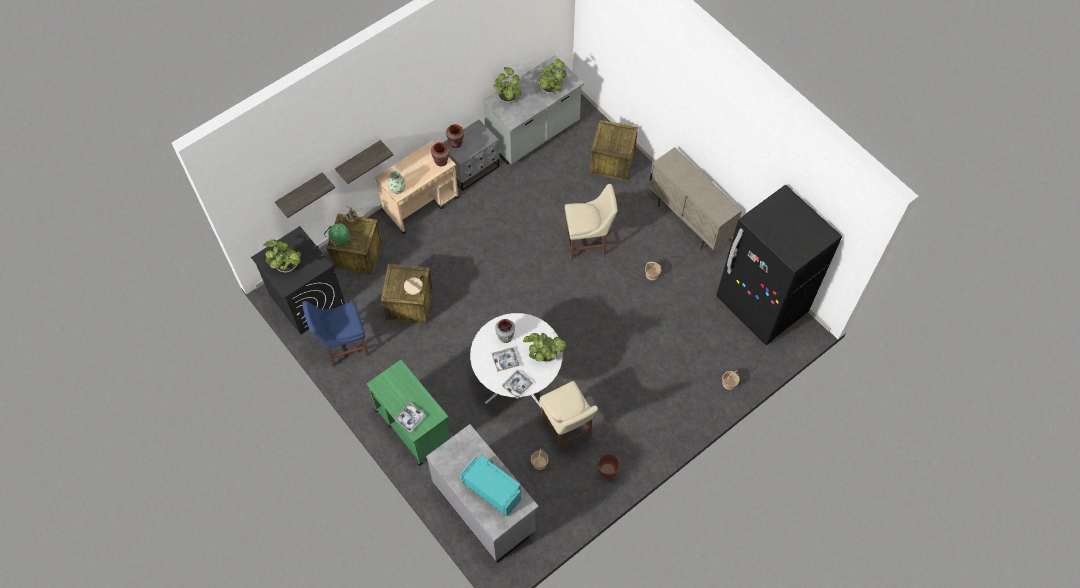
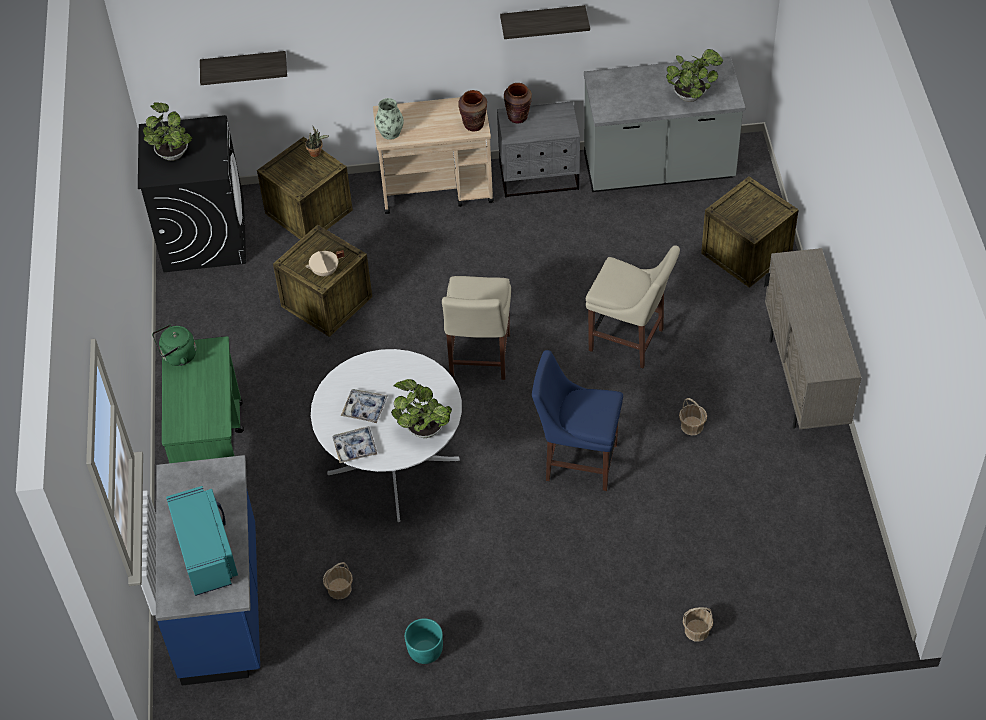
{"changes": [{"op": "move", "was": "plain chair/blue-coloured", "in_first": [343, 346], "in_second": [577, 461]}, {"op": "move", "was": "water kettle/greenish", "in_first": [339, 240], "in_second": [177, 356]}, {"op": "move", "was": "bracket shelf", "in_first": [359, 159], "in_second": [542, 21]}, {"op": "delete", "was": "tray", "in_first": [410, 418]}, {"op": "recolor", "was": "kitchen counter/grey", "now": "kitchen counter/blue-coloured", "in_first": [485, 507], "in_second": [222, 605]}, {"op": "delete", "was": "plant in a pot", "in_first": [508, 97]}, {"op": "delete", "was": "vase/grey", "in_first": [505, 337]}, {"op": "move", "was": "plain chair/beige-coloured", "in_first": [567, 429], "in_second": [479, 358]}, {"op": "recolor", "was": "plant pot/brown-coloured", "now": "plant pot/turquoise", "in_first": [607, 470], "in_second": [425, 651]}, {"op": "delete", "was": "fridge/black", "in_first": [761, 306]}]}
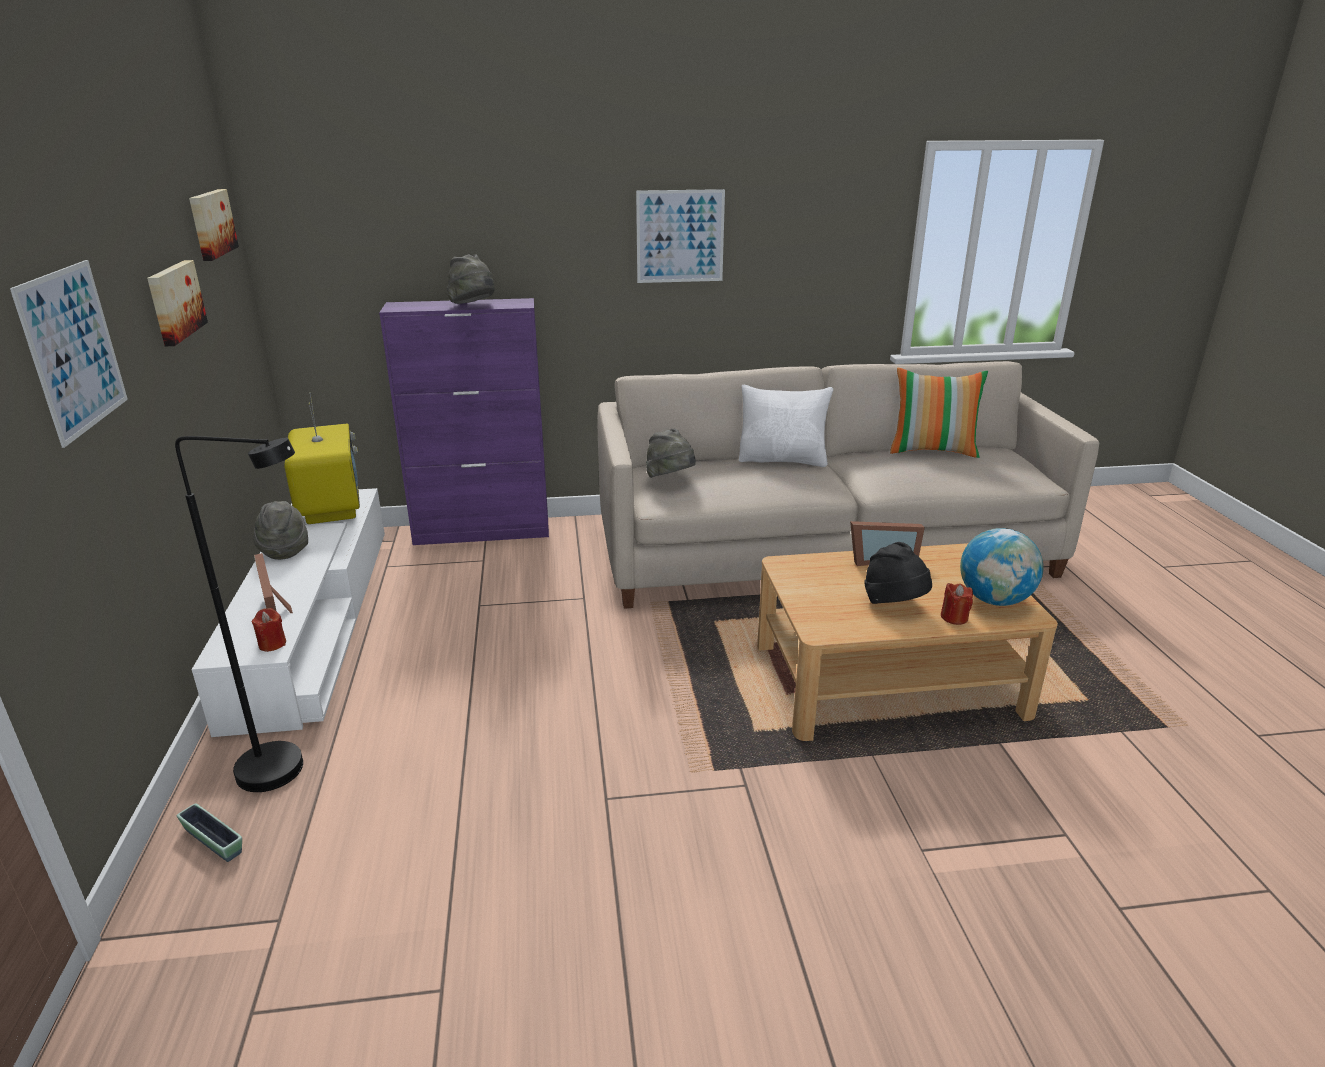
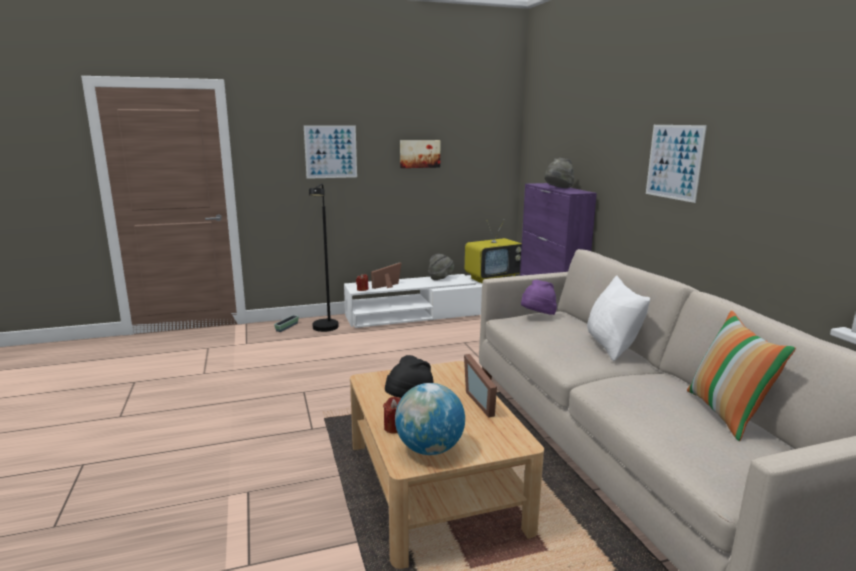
{"changes": [{"op": "delete", "was": "wall picture", "in_first": [210, 224]}, {"op": "recolor", "was": "wearable hat/grey", "now": "wearable hat/purple", "in_first": [670, 479], "in_second": [537, 316]}]}
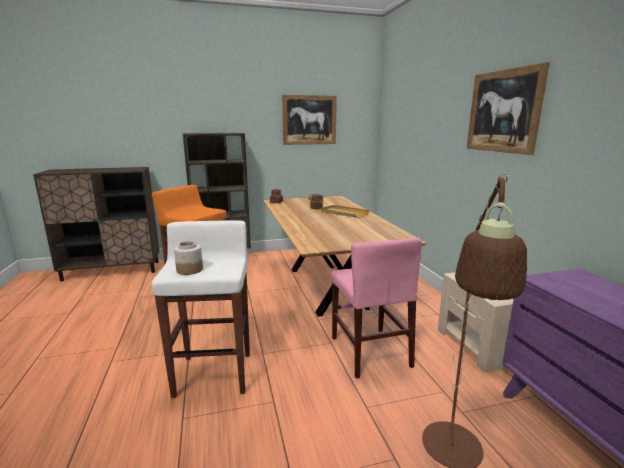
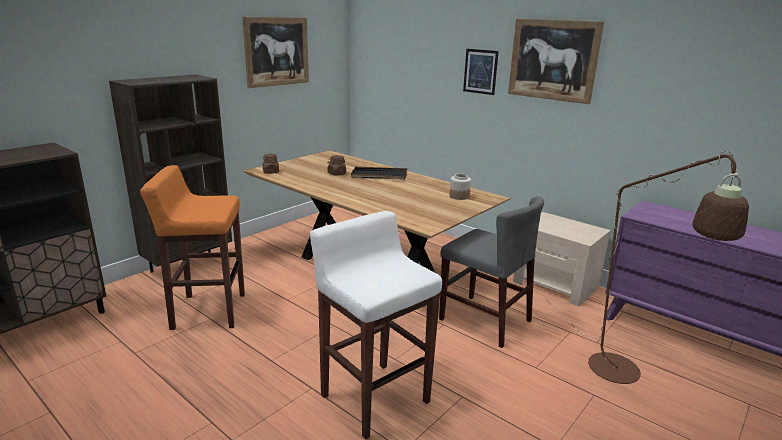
{"changes": [{"op": "move", "was": "storage jar", "in_first": [189, 270], "in_second": [459, 196]}, {"op": "recolor", "was": "tray/beige-coloured", "now": "tray/black", "in_first": [344, 213], "in_second": [379, 175]}, {"op": "recolor", "was": "plain chair/pink-coloured", "now": "plain chair/grey", "in_first": [370, 351], "in_second": [484, 320]}, {"op": "insert", "now": "wall picture", "in_second": [480, 71]}]}
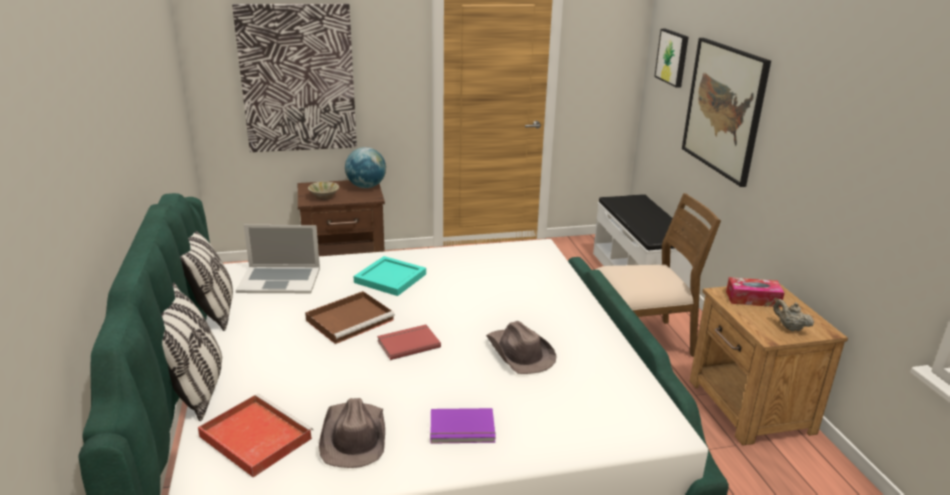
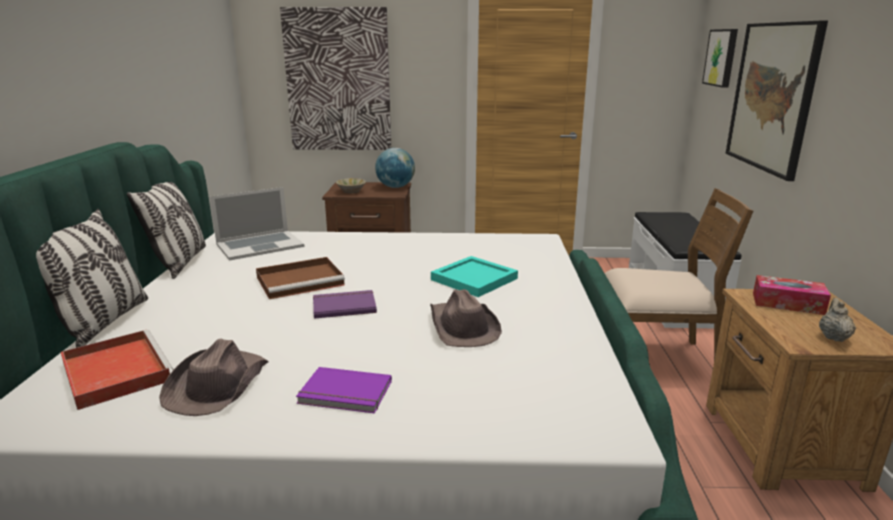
{"changes": [{"op": "rotate", "was": "notebook computer", "in_first": [279, 280], "in_second": [260, 245], "clockwise": -45}, {"op": "move", "was": "tray/turquoise", "in_first": [390, 279], "in_second": [474, 279]}, {"op": "recolor", "was": "bound book/reddish", "now": "bound book/purple", "in_first": [407, 343], "in_second": [344, 306]}, {"op": "rotate", "was": "pot for tea/beige-coloured", "in_first": [789, 327], "in_second": [833, 337], "clockwise": 45}]}
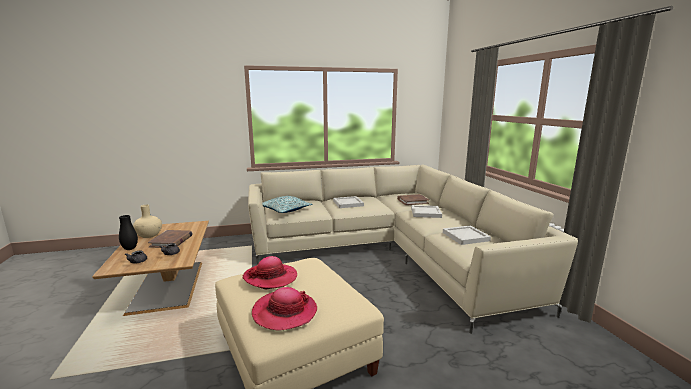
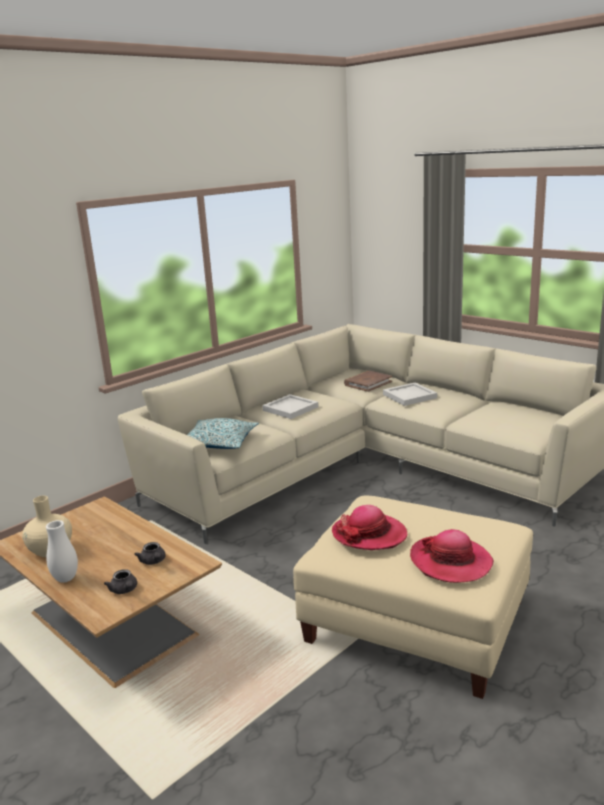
{"changes": [{"op": "recolor", "was": "vase/black", "now": "vase/white", "in_first": [130, 249], "in_second": [66, 579]}, {"op": "delete", "was": "bound book/brown-coloured", "in_first": [171, 241]}, {"op": "delete", "was": "tray/white", "in_first": [465, 237]}]}
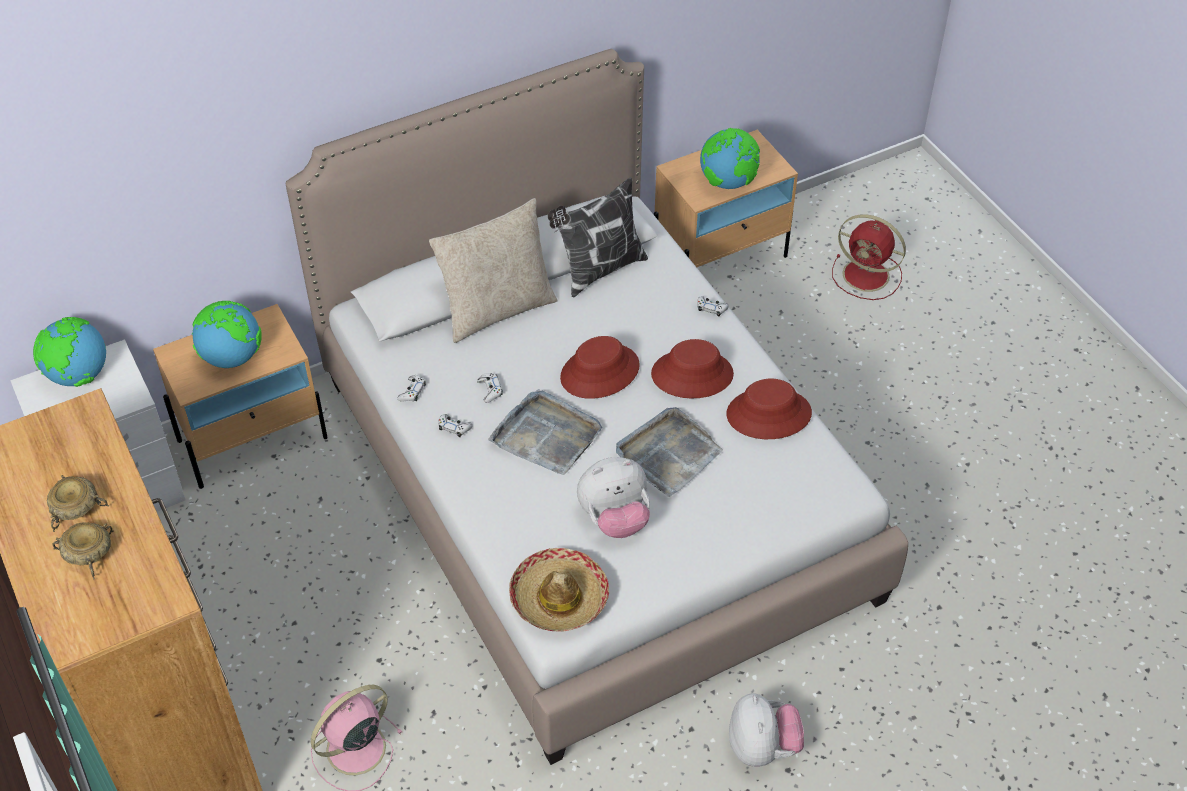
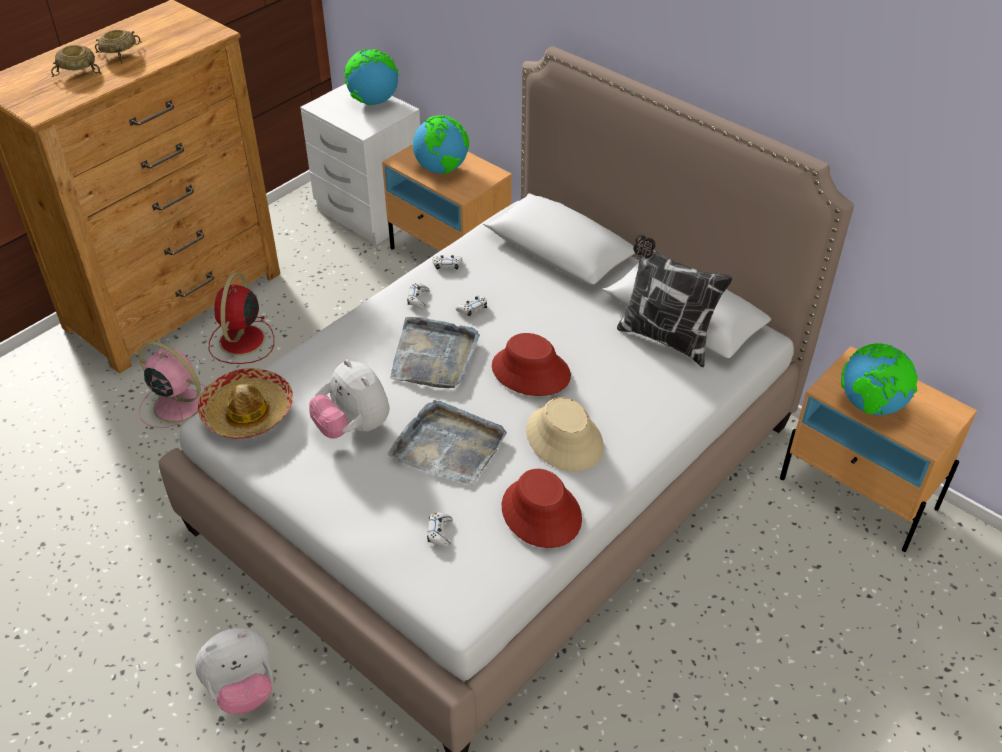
{"changes": [{"op": "delete", "was": "pillow/beige-coloured", "in_first": [497, 309]}, {"op": "recolor", "was": "wearable hat/reddish", "now": "wearable hat/beige-coloured", "in_first": [692, 374], "in_second": [564, 439]}, {"op": "move", "was": "game controller/white", "in_first": [711, 308], "in_second": [440, 533]}, {"op": "move", "was": "fan/reddish", "in_first": [868, 276], "in_second": [241, 341]}]}
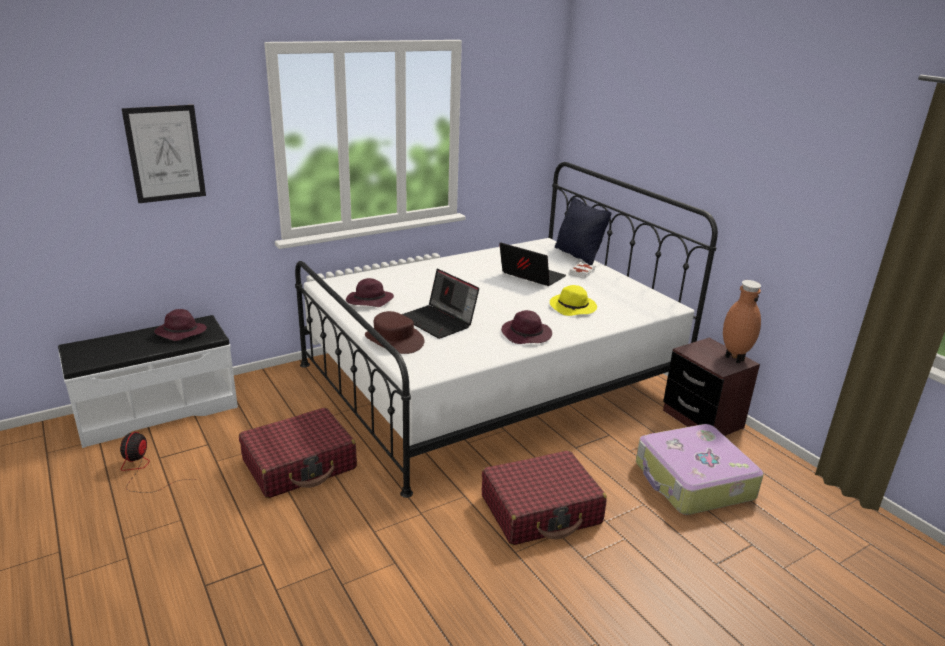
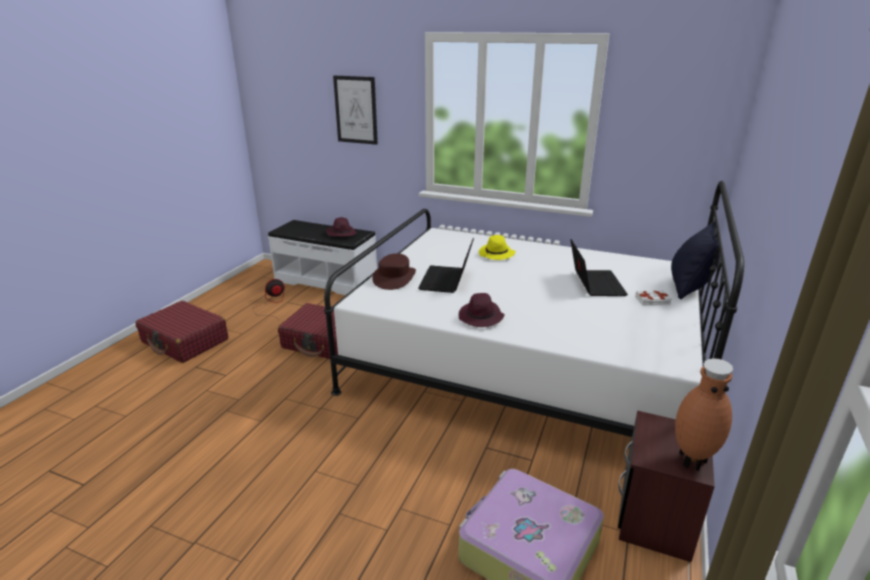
{"changes": [{"op": "delete", "was": "wearable hat/purple", "in_first": [369, 301]}, {"op": "move", "was": "travel case/reddish", "in_first": [541, 510], "in_second": [185, 341]}, {"op": "move", "was": "wearable hat/yellow", "in_first": [573, 308], "in_second": [496, 254]}]}
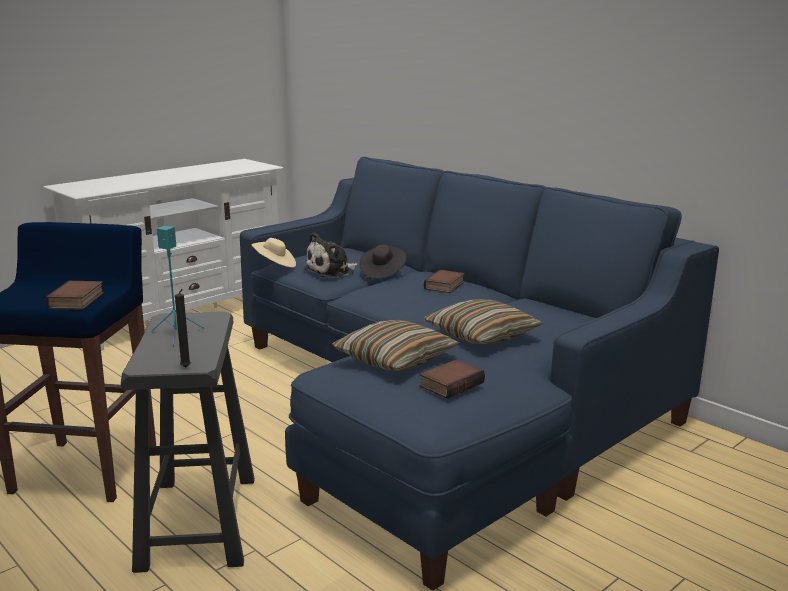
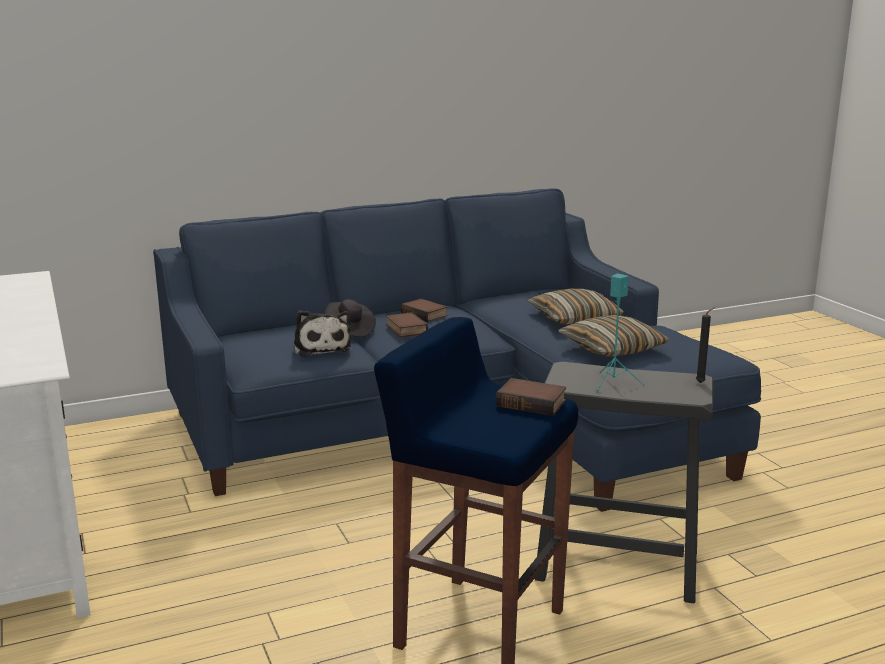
{"changes": [{"op": "delete", "was": "wearable hat/beige-coloured", "in_first": [275, 265]}, {"op": "move", "was": "bound book", "in_first": [451, 383], "in_second": [405, 329]}]}
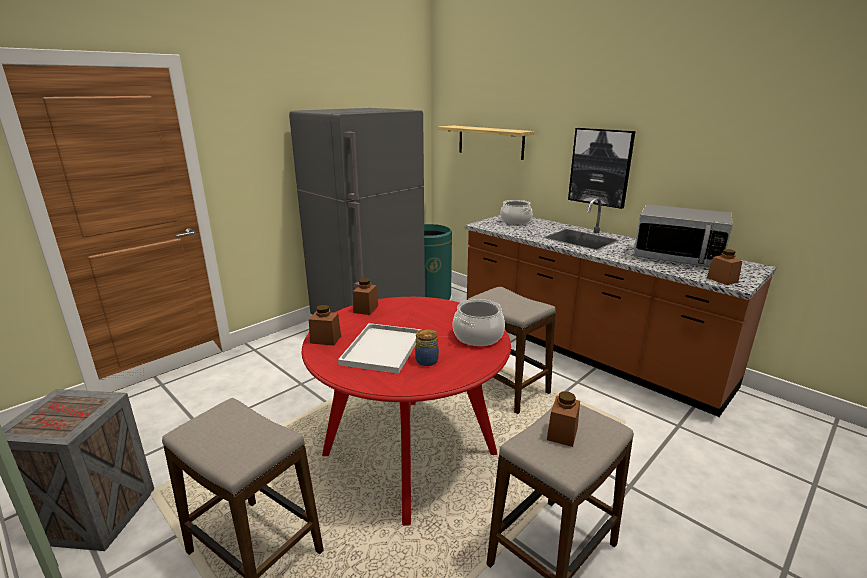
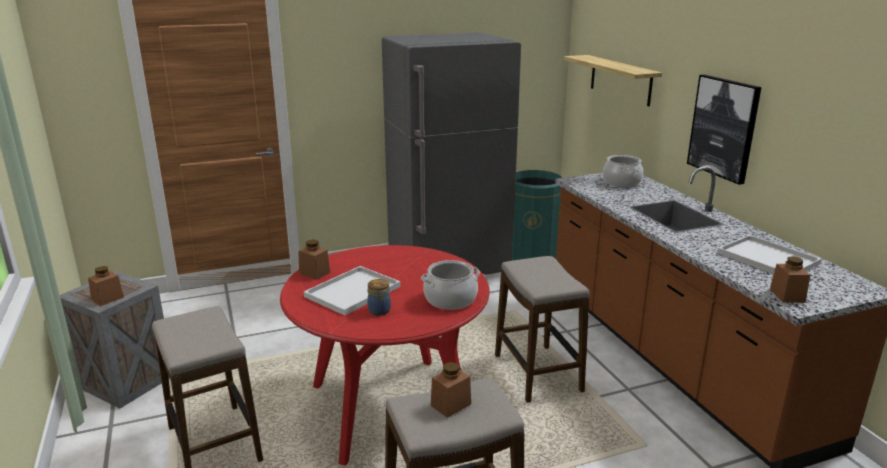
{"changes": [{"op": "move", "was": "storage jar/brown-coloured", "in_first": [366, 309], "in_second": [107, 298]}, {"op": "replace", "was": "microwave oven", "now": "tray/white", "in_first": [677, 257], "in_second": [770, 258]}]}
